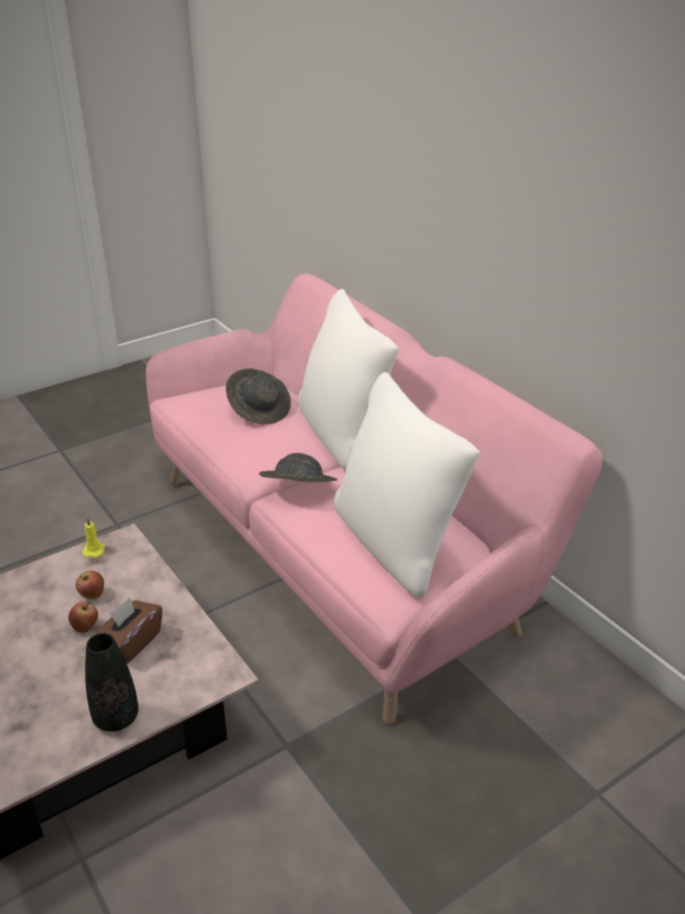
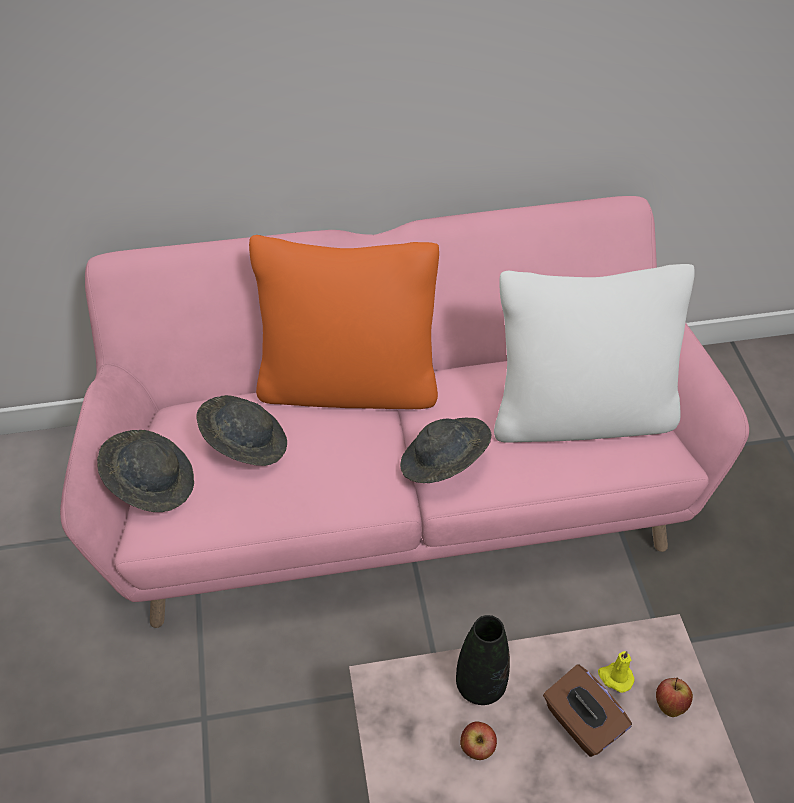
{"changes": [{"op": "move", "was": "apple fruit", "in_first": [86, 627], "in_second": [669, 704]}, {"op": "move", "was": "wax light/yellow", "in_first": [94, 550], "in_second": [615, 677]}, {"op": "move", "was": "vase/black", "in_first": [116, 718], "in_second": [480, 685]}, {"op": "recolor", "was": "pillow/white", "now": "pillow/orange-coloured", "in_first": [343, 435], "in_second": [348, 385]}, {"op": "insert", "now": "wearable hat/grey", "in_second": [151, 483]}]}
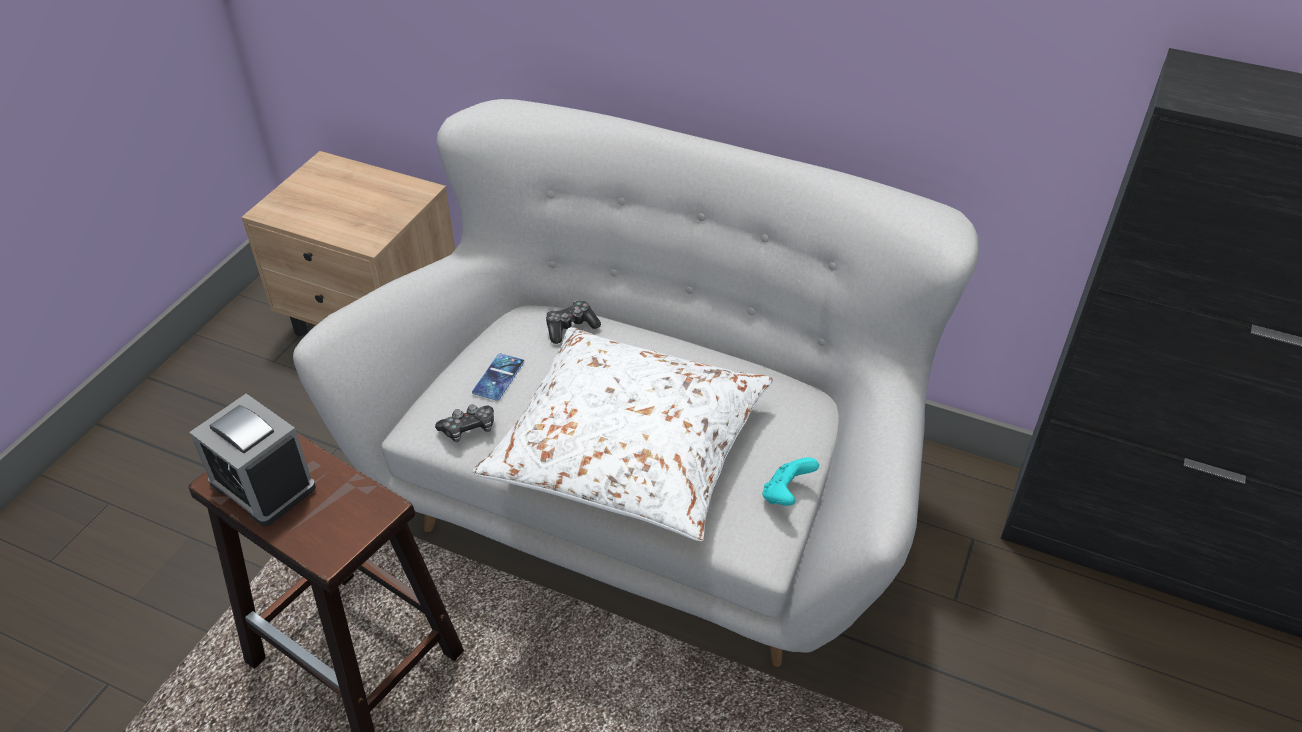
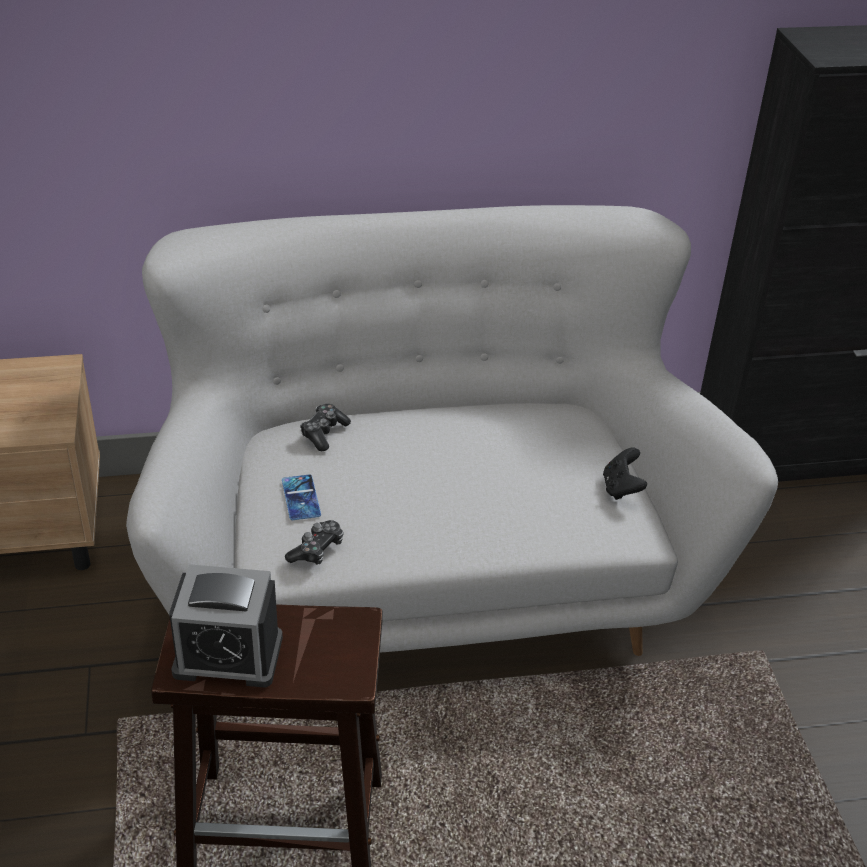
{"changes": [{"op": "delete", "was": "pillow/white", "in_first": [629, 448]}, {"op": "recolor", "was": "game controller/turquoise", "now": "game controller/black", "in_first": [786, 494], "in_second": [621, 488]}]}
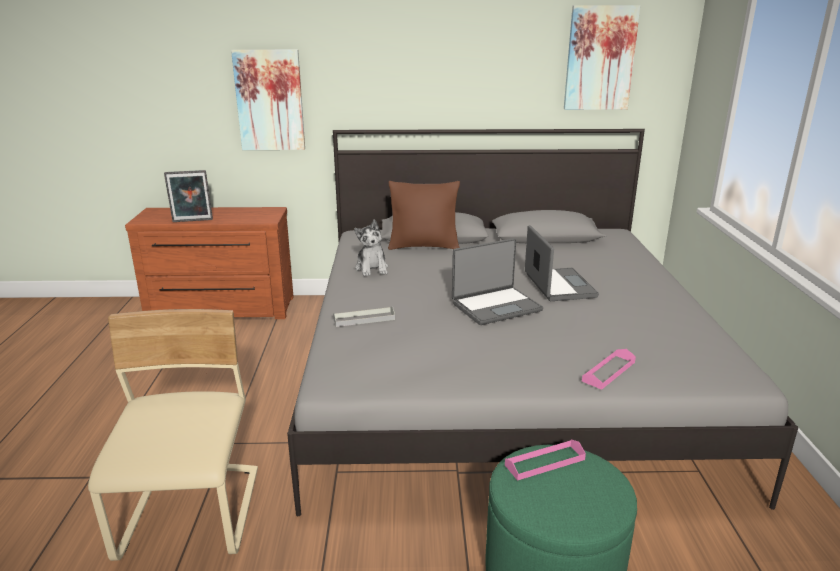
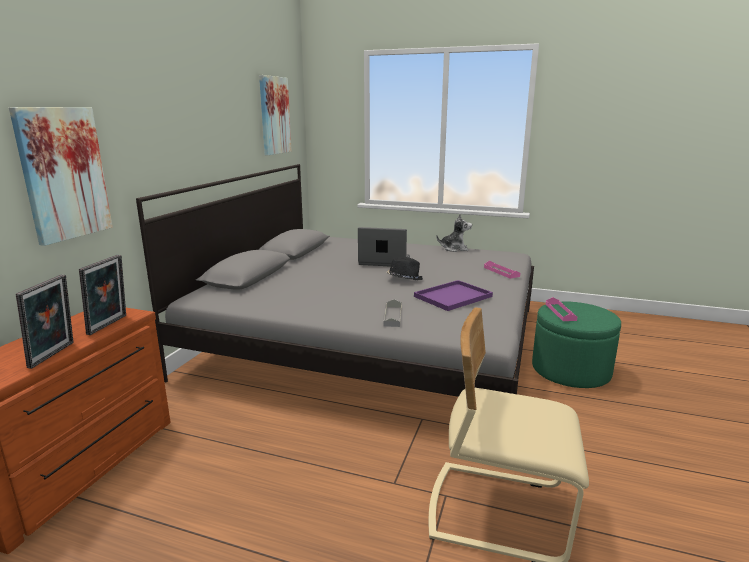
{"changes": [{"op": "move", "was": "plush toy", "in_first": [372, 268], "in_second": [454, 249]}, {"op": "delete", "was": "pillow/brown-coloured", "in_first": [424, 246]}, {"op": "replace", "was": "notebook computer", "now": "wearable hat/black", "in_first": [495, 306], "in_second": [404, 278]}, {"op": "insert", "now": "photo frame", "in_second": [110, 325]}, {"op": "insert", "now": "tray/purple", "in_second": [453, 296]}]}
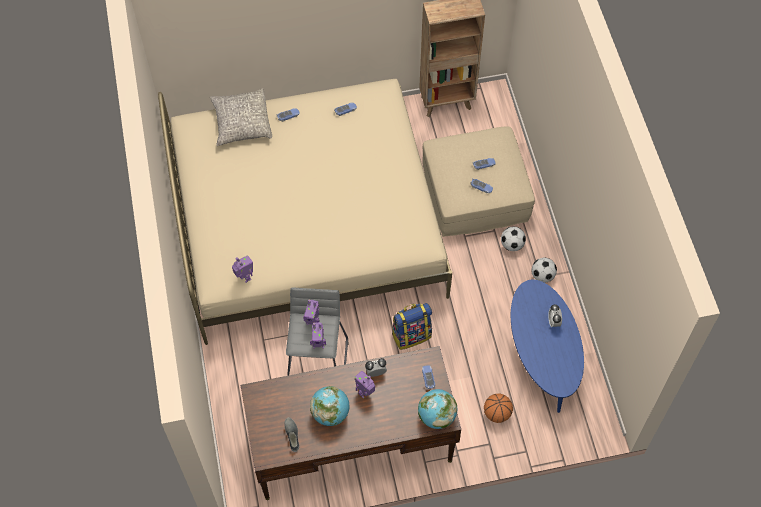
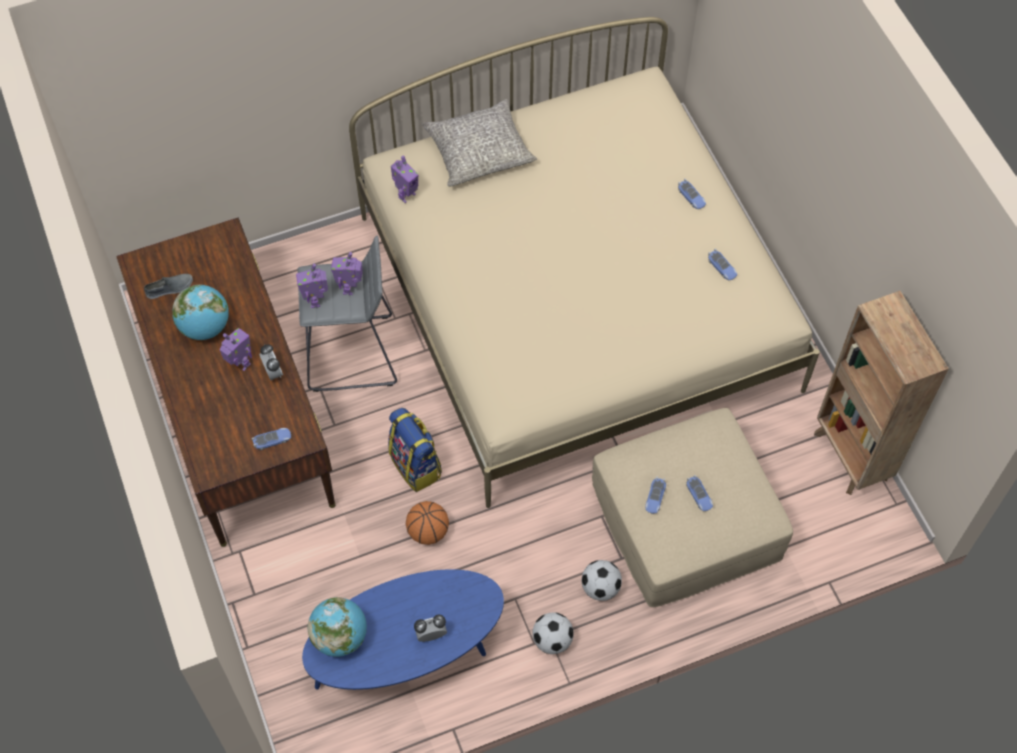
{"changes": [{"op": "move", "was": "pillow/grey", "in_first": [241, 122], "in_second": [479, 151]}, {"op": "move", "was": "world globe", "in_first": [436, 416], "in_second": [340, 637]}, {"op": "move", "was": "basketball ball", "in_first": [497, 413], "in_second": [428, 531]}]}
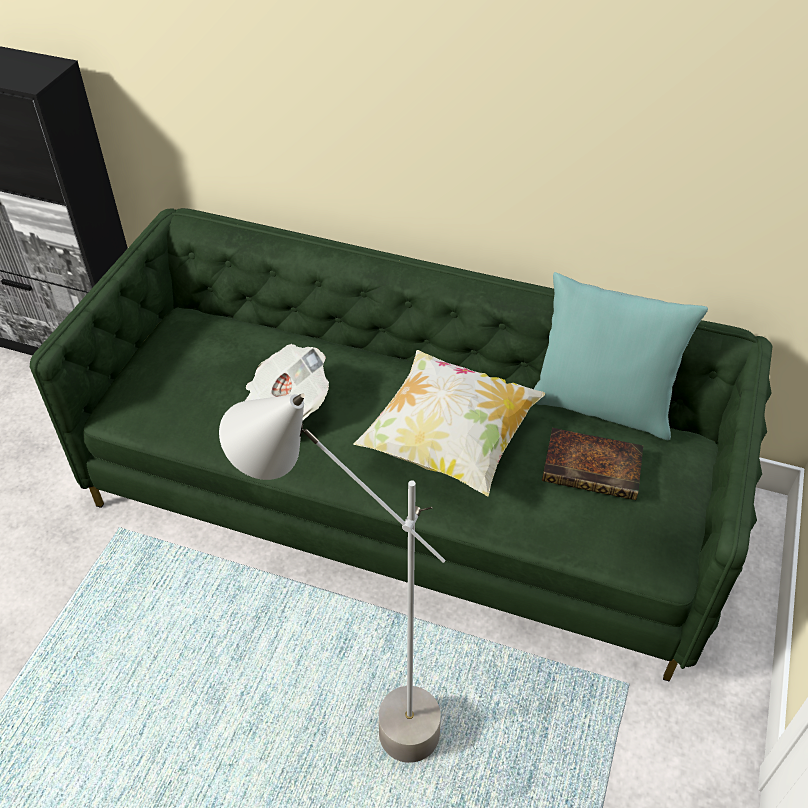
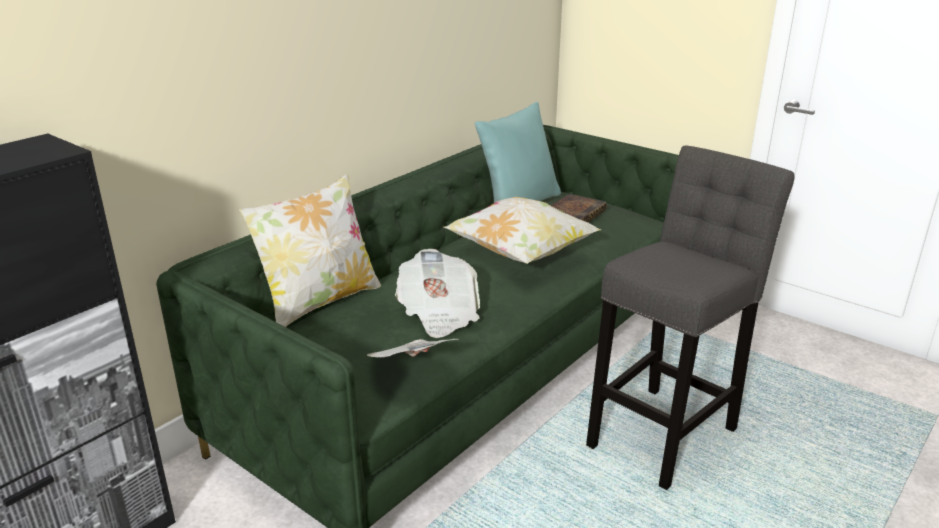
{"changes": [{"op": "replace", "was": "floor lamp/grey", "now": "stool seat/grey", "in_first": [360, 719], "in_second": [666, 432]}, {"op": "insert", "now": "pillow", "in_second": [320, 302]}, {"op": "insert", "now": "printed paper", "in_second": [413, 369]}]}
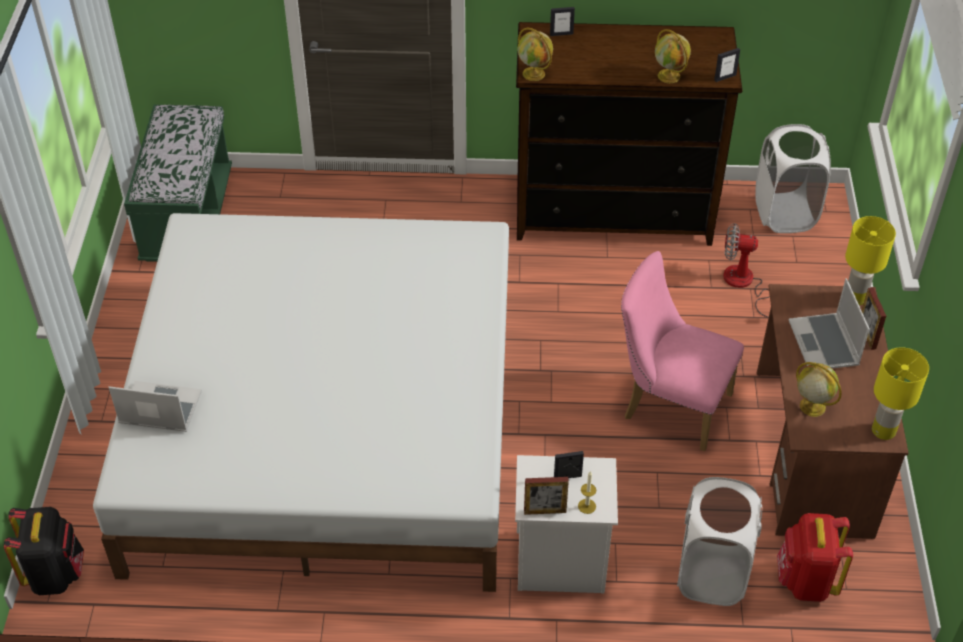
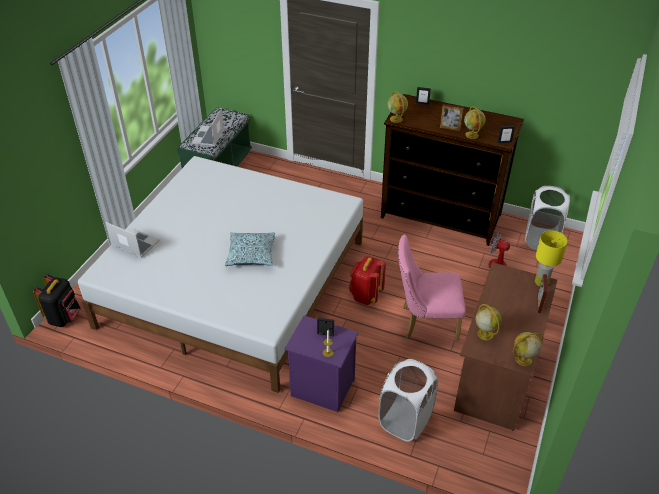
{"changes": [{"op": "recolor", "was": "bedside table/white", "now": "bedside table/purple", "in_first": [559, 563], "in_second": [320, 388]}, {"op": "move", "was": "photo frame", "in_first": [545, 511], "in_second": [450, 128]}, {"op": "rotate", "was": "plain chair/pink-coloured", "in_first": [669, 404], "in_second": [425, 322], "clockwise": -45}, {"op": "move", "was": "backpack/reddish", "in_first": [805, 581], "in_second": [365, 296]}, {"op": "move", "was": "notebook computer", "in_first": [825, 344], "in_second": [209, 137]}, {"op": "replace", "was": "table lamp/yellow", "now": "world globe", "in_first": [883, 431], "in_second": [523, 360]}, {"op": "insert", "now": "pillow", "in_second": [251, 254]}]}
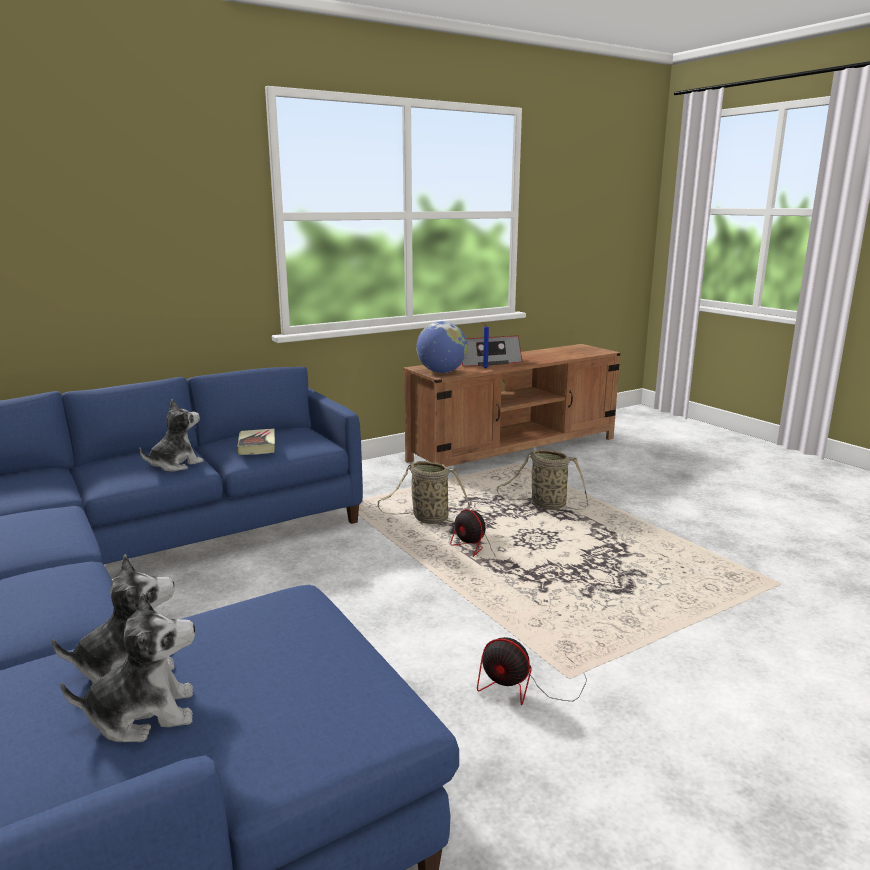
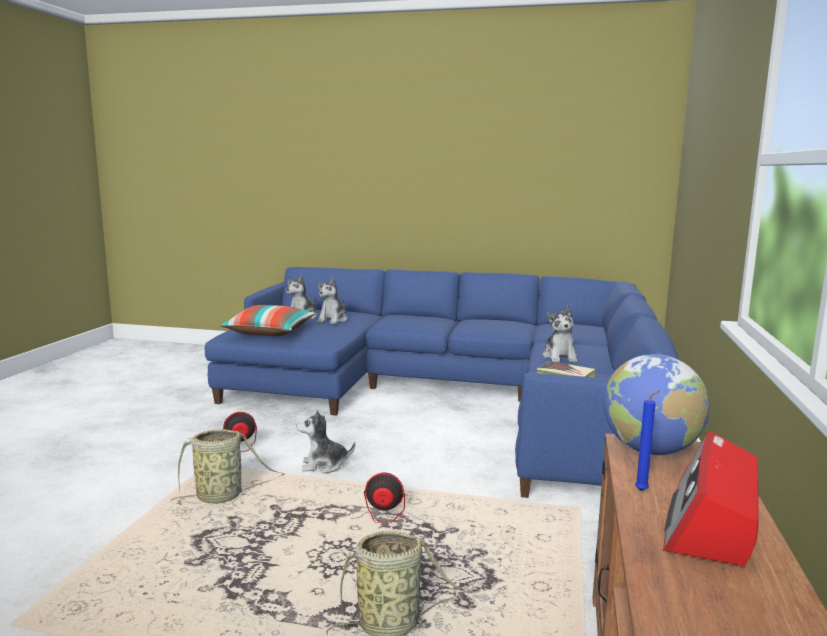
{"changes": [{"op": "move", "was": "storage basket", "in_first": [427, 519], "in_second": [222, 496]}, {"op": "insert", "now": "pillow", "in_second": [269, 333]}, {"op": "insert", "now": "plush toy", "in_second": [324, 465]}]}
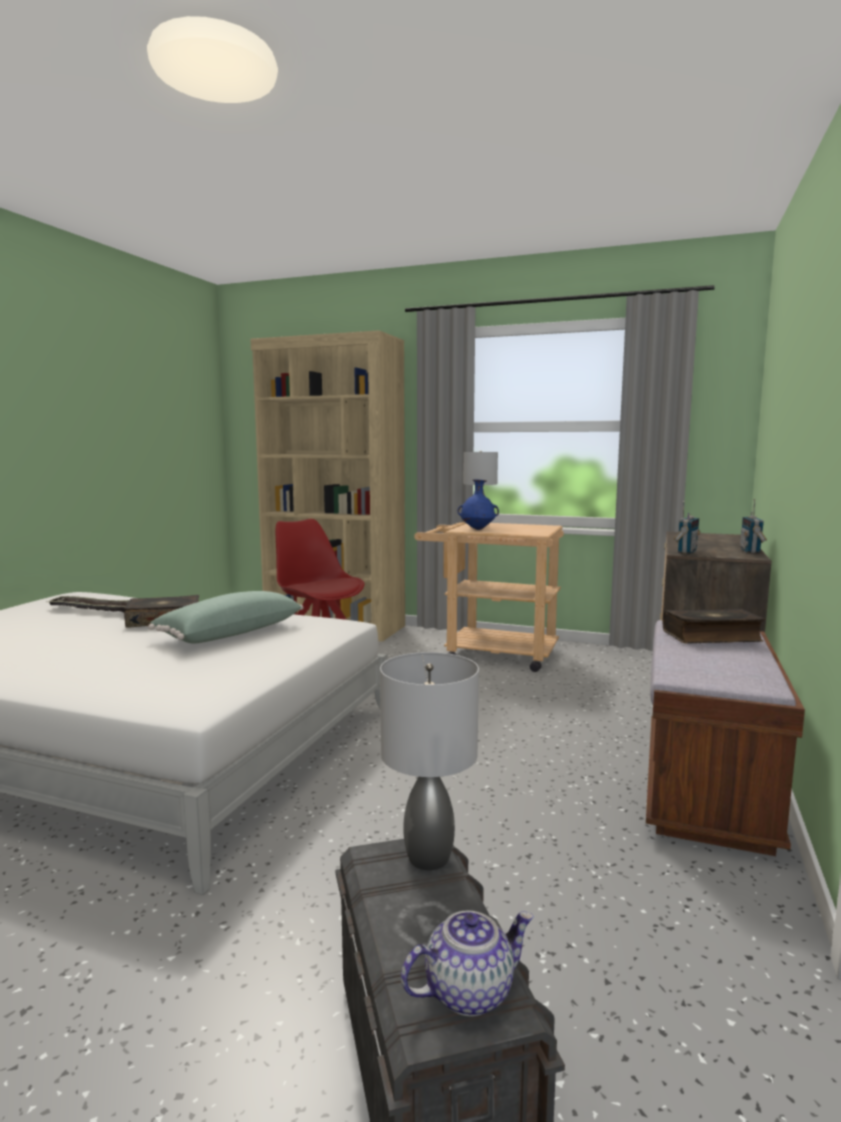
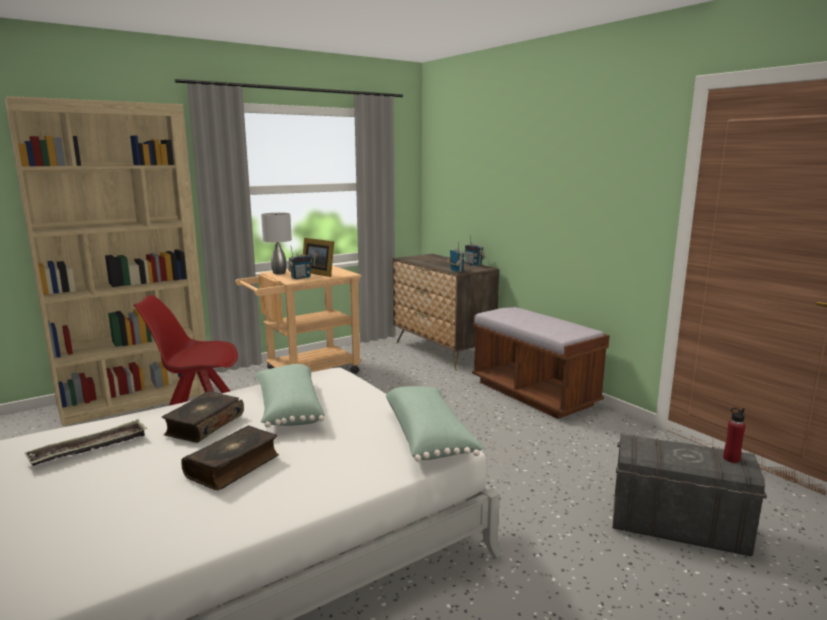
{"changes": [{"op": "delete", "was": "table lamp/grey", "in_first": [430, 858]}, {"op": "replace", "was": "pot for tea", "now": "bottle/reddish", "in_first": [469, 990], "in_second": [731, 459]}, {"op": "replace", "was": "vase/blue-coloured", "now": "radio set", "in_first": [478, 529], "in_second": [300, 278]}, {"op": "move", "was": "bound book", "in_first": [712, 637], "in_second": [234, 466]}, {"op": "insert", "now": "photo frame", "in_second": [318, 273]}, {"op": "insert", "now": "pillow/greenish", "in_second": [429, 437]}]}
